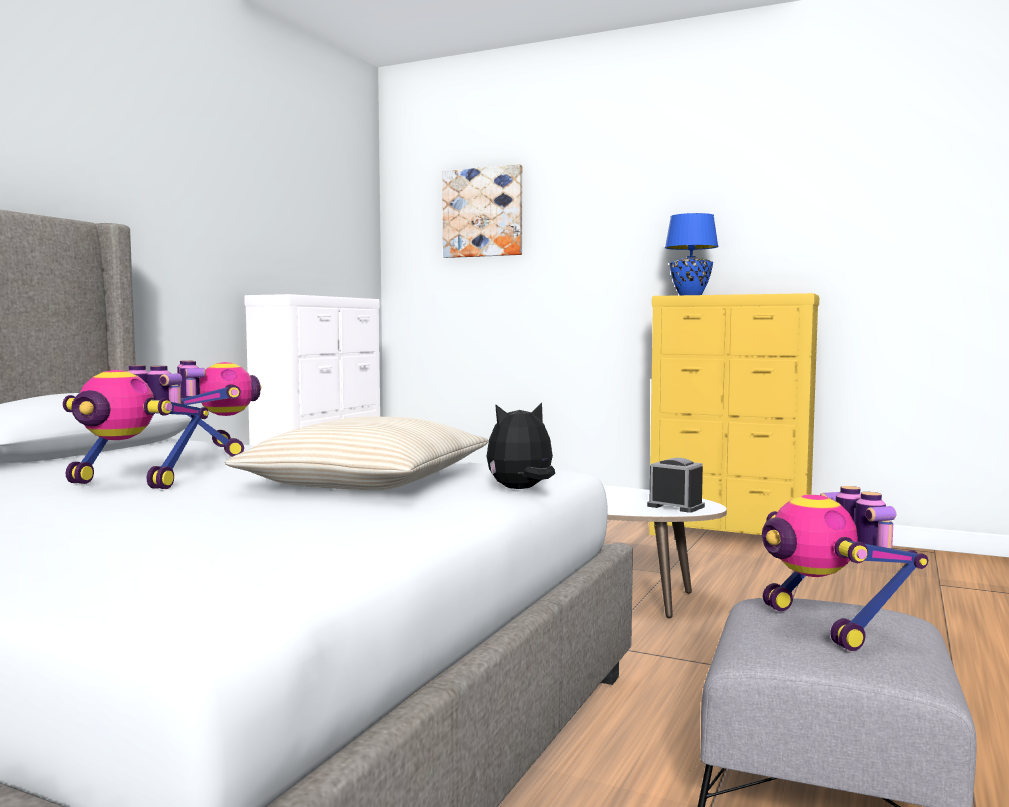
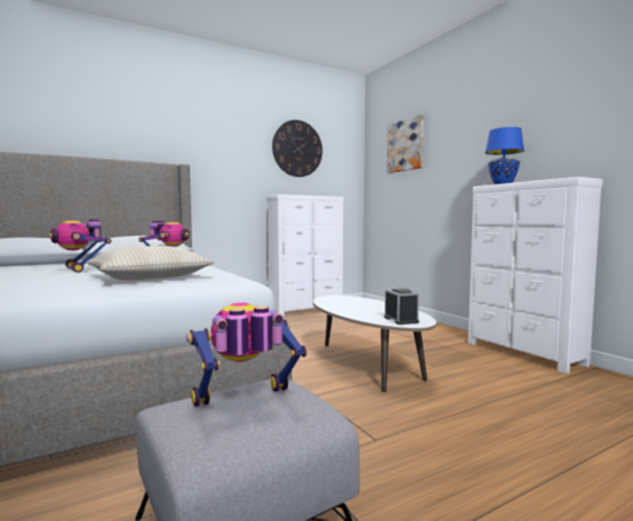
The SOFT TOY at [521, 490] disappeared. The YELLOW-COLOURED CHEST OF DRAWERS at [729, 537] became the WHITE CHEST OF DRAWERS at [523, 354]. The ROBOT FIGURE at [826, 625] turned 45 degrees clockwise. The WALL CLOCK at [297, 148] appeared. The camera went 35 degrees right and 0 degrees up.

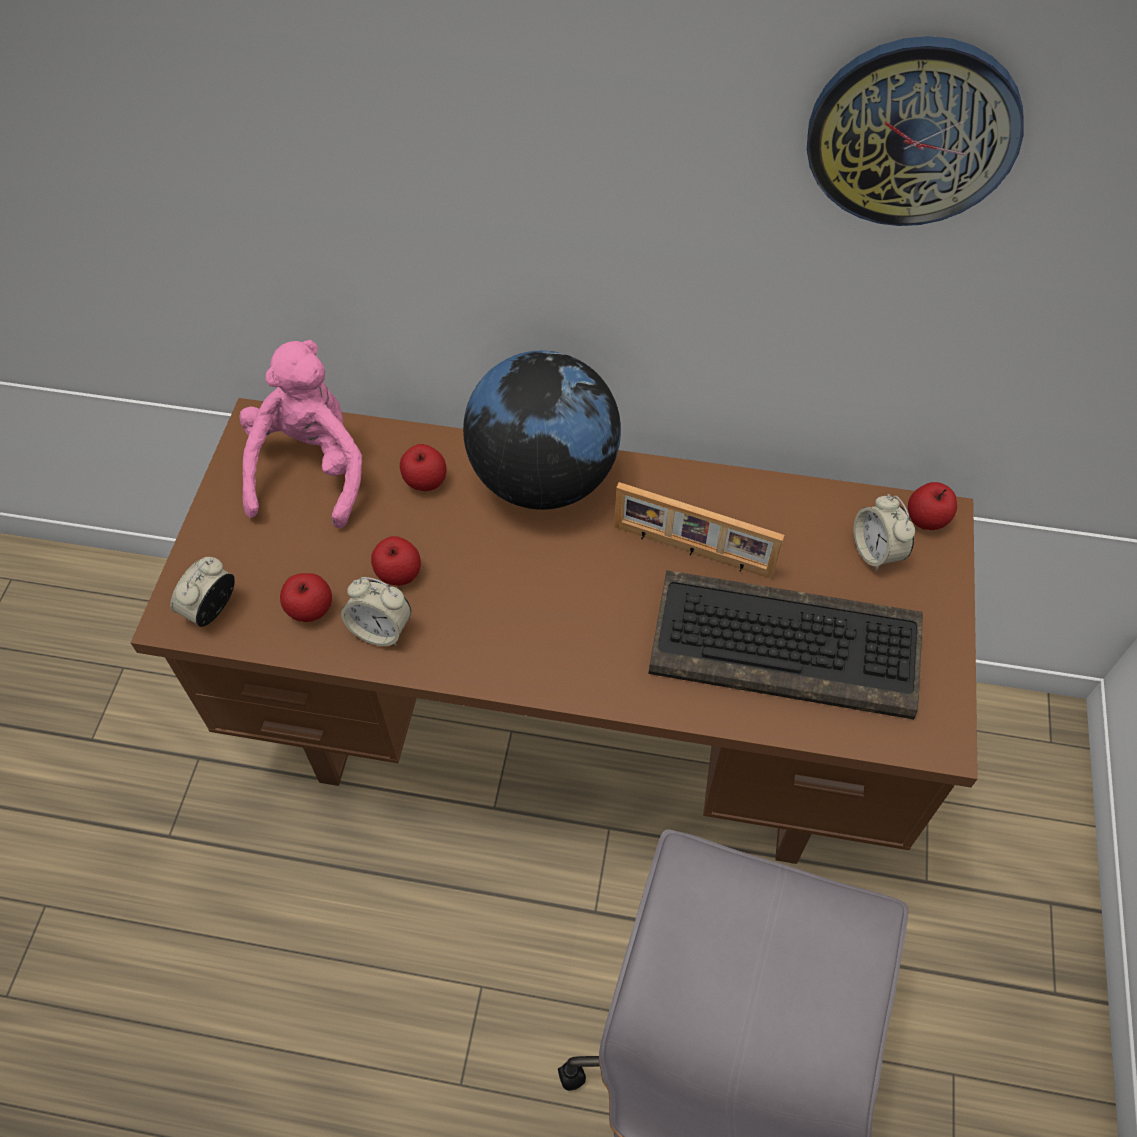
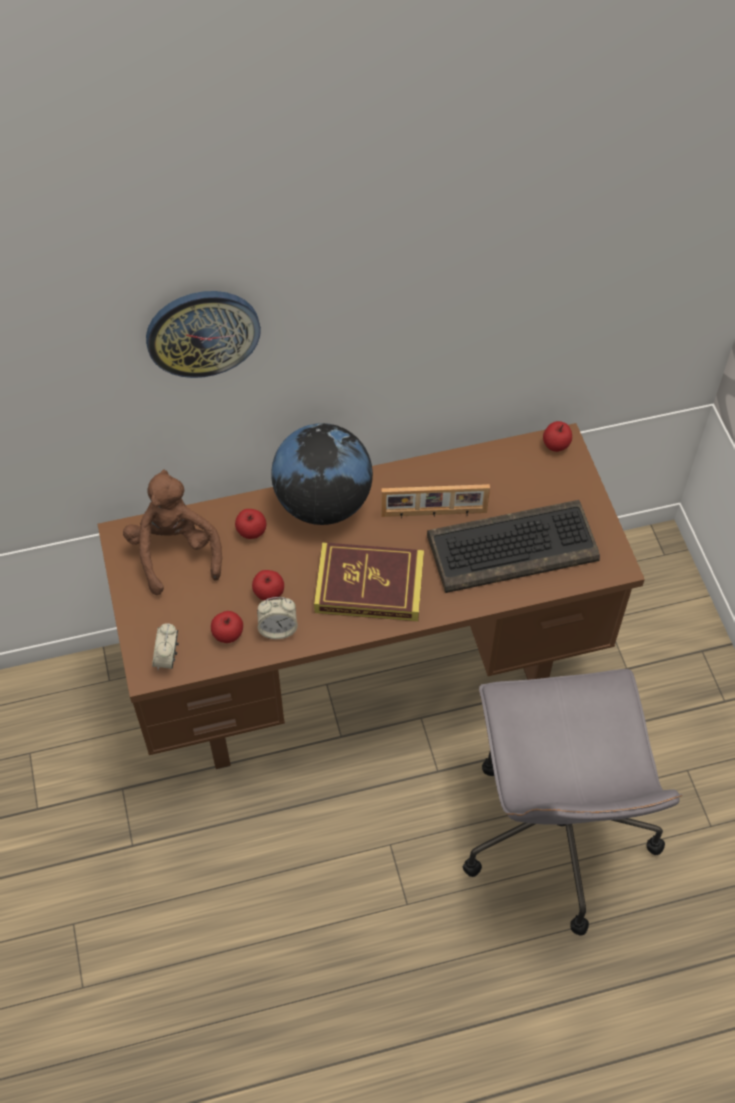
The PINKISH SOFT TOY at [310, 470] became the BROWN-COLOURED SOFT TOY at [175, 552]. The WALL CLOCK moved from [912, 132] to [202, 332]. The ALARM CLOCK at [876, 551] disappeared. The VOLUME at [369, 586] appeared. The camera went 25 degrees left and 0 degrees up.

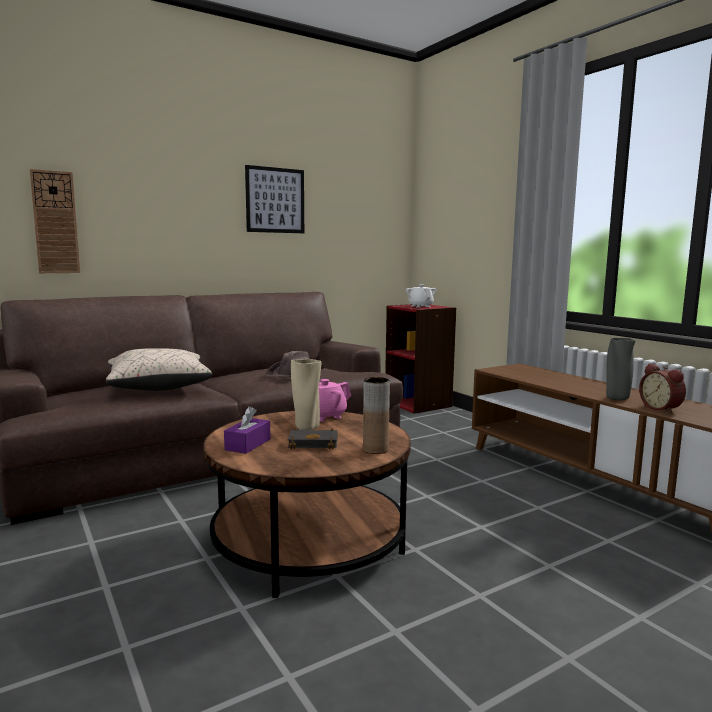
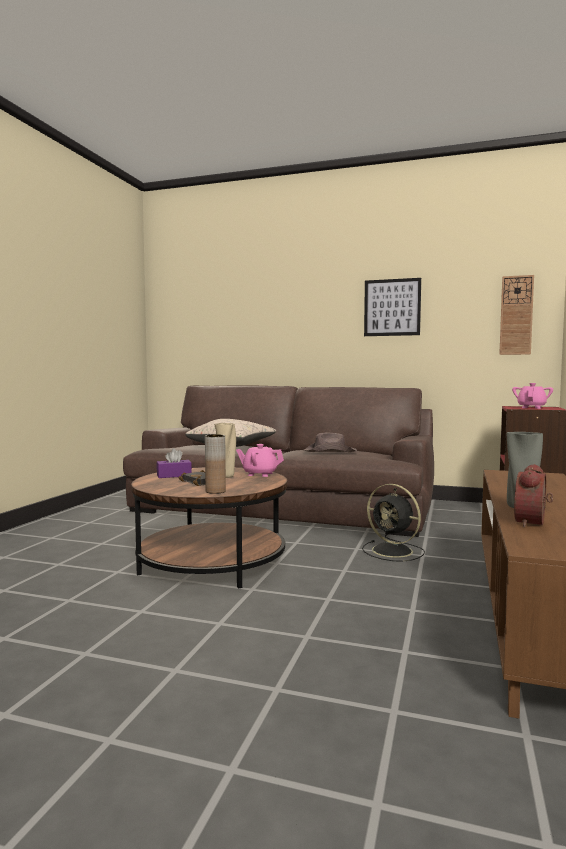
The WALL CLOCK moved from [55, 222] to [516, 315]. The WHITE TEA POT at [420, 306] became the PINKISH TEA POT at [531, 408]. The BLACKISH COOLING FAN at [394, 551] appeared. The camera went 50 degrees right and 5 degrees down.

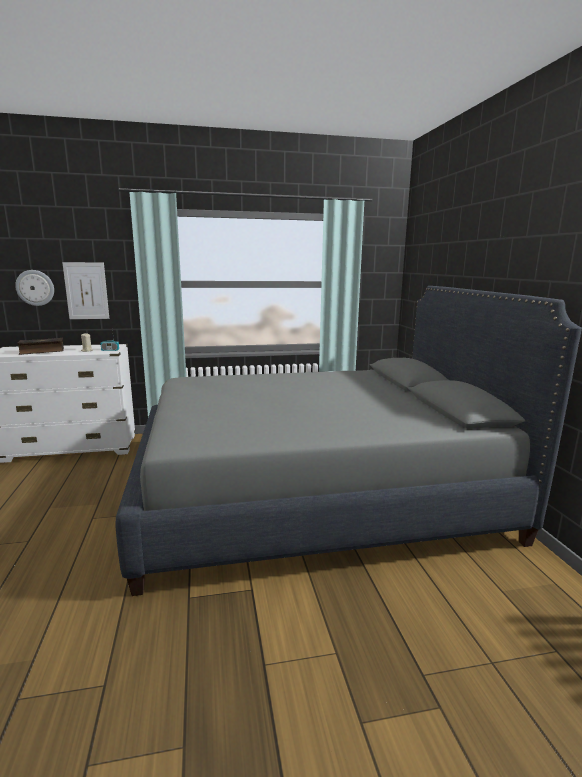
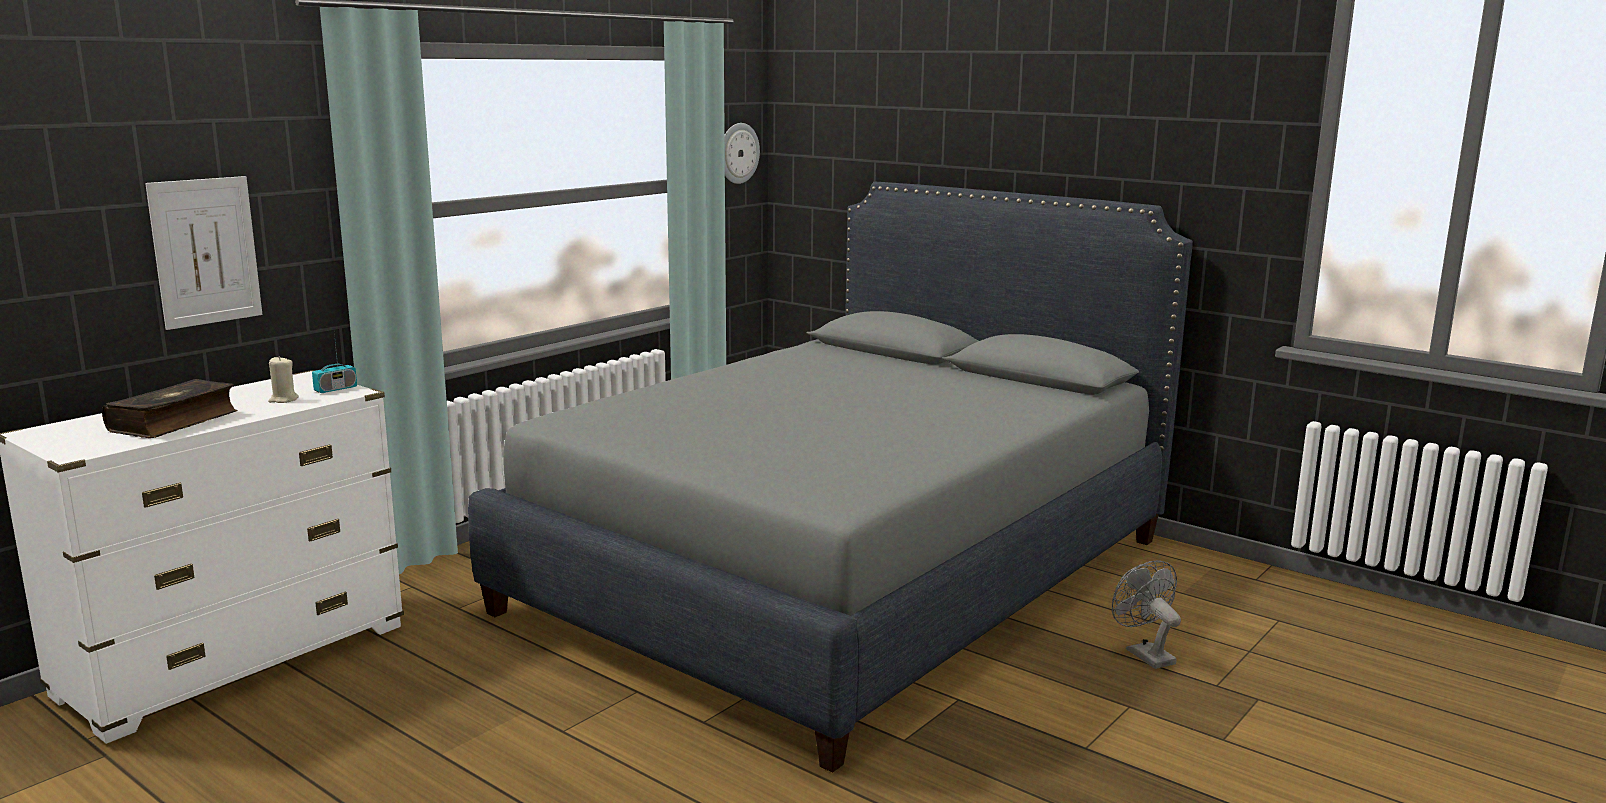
The WALL CLOCK moved from [35, 288] to [738, 153]. The GREYISH COOLING FAN at [1144, 654] appeared. The camera went 40 degrees left and 0 degrees up.

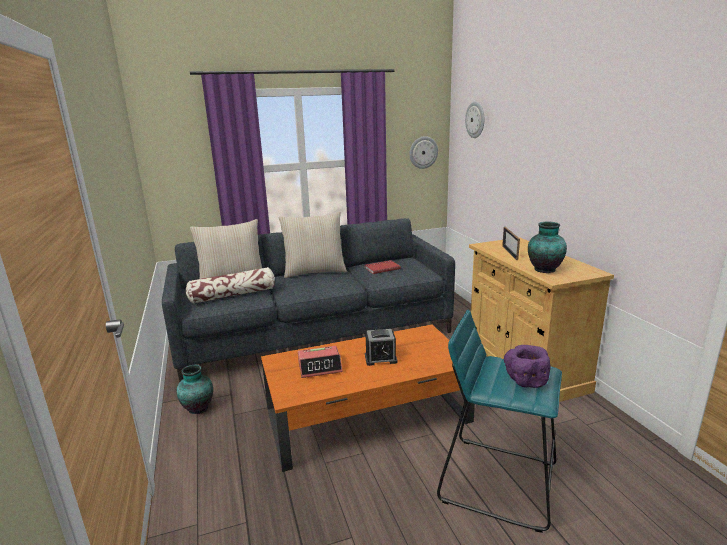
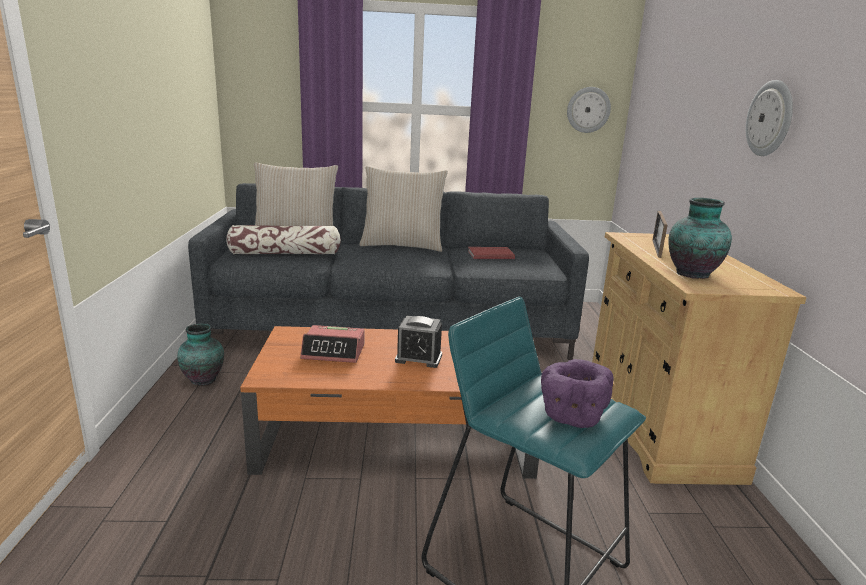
The WALL CLOCK moved from [475, 120] to [770, 118]. The camera went 15 degrees right and 0 degrees up.

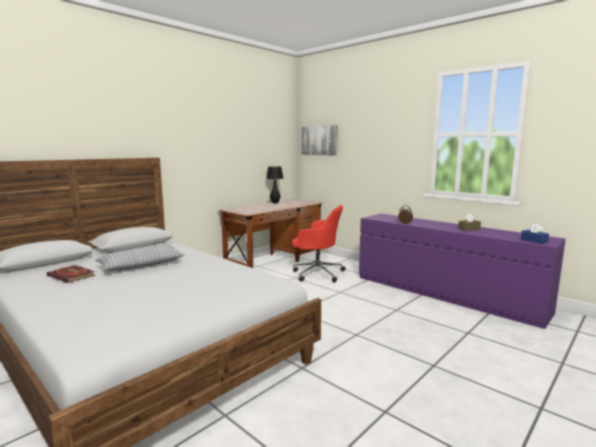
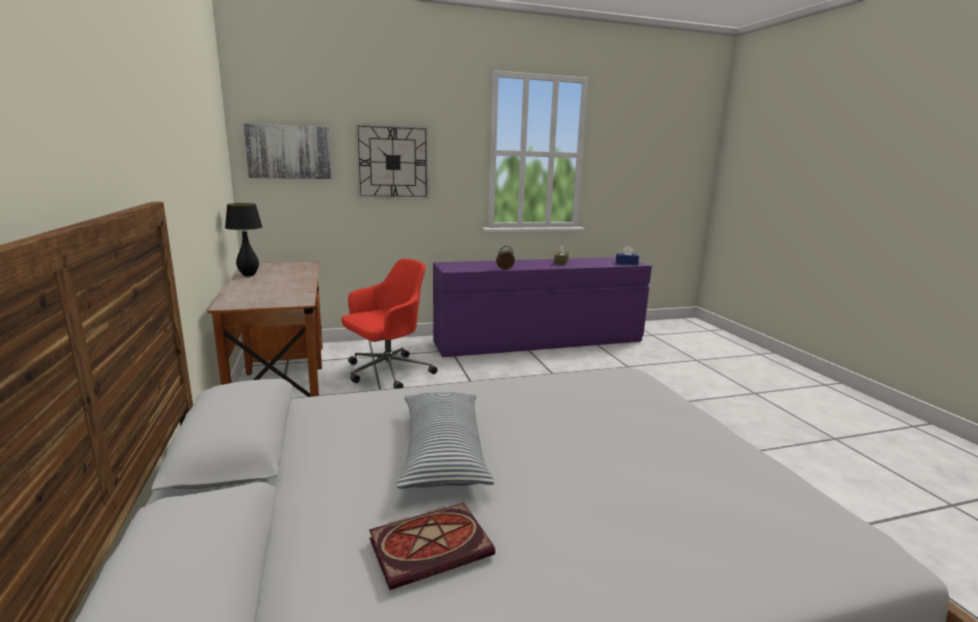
The WALL CLOCK at [393, 162] appeared. The camera went 60 degrees left and 5 degrees up.

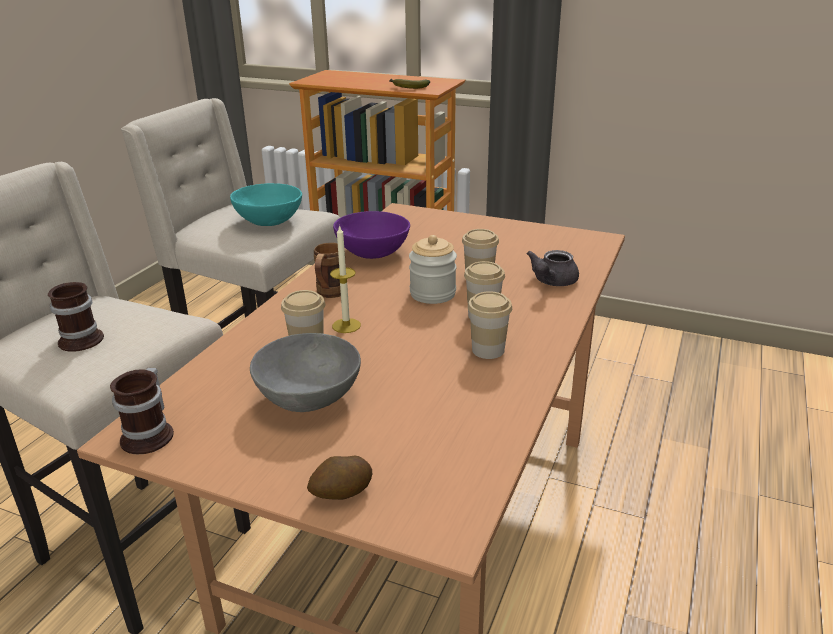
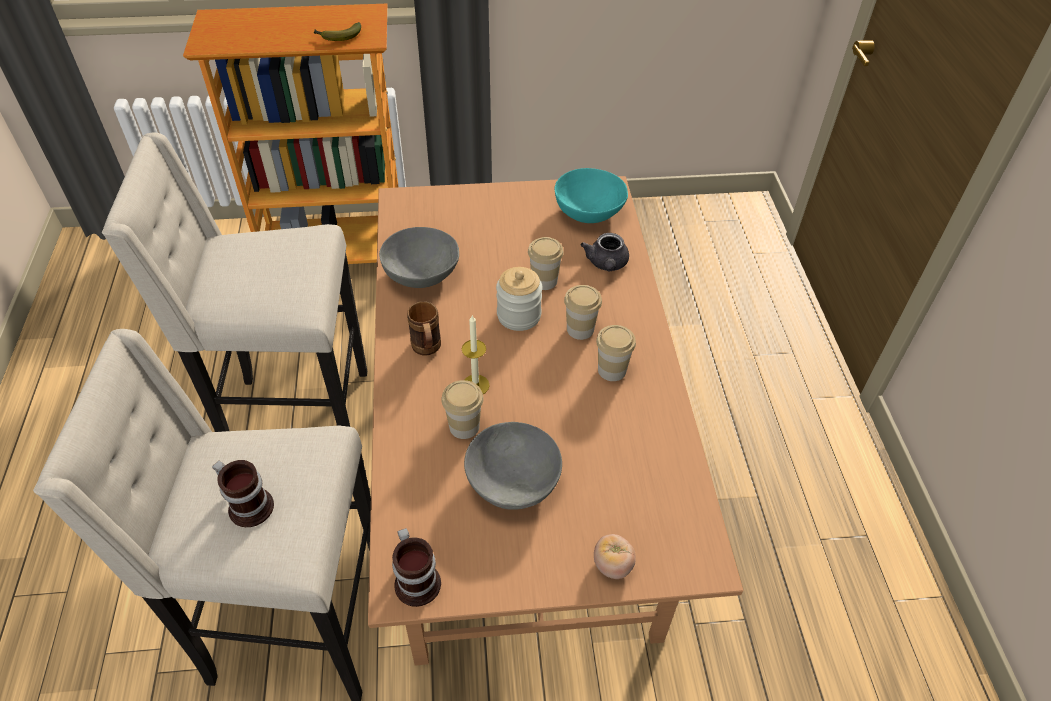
The TURQUOISE SERVING BOWL moved from [269, 221] to [588, 213]. The SPUD at [341, 493] was replaced by the FRESH TOMATO at [612, 565]. The PURPLE-COLOURED SERVING BOWL at [373, 253] became the GREYISH SERVING BOWL at [421, 275]. The camera went 30 degrees left and 20 degrees up.

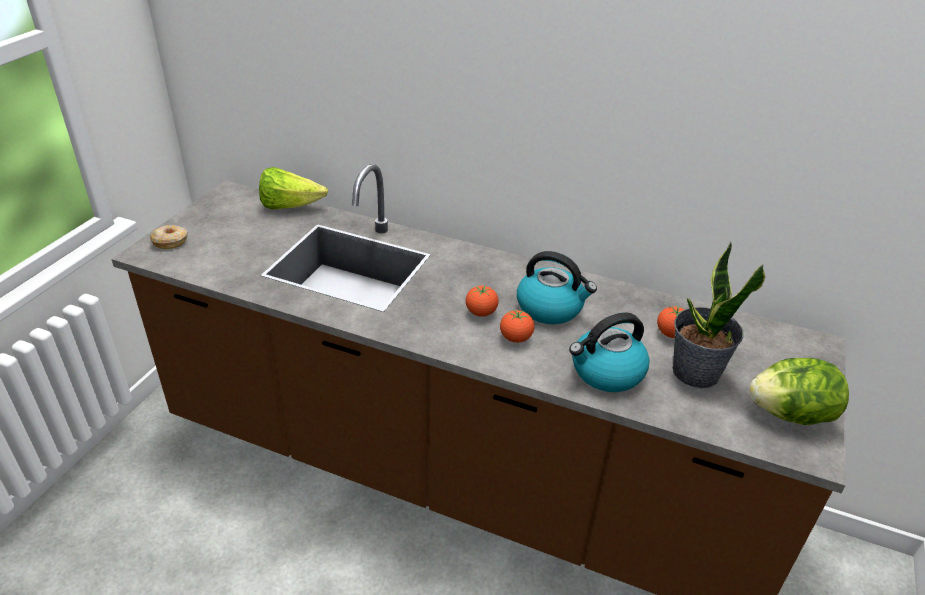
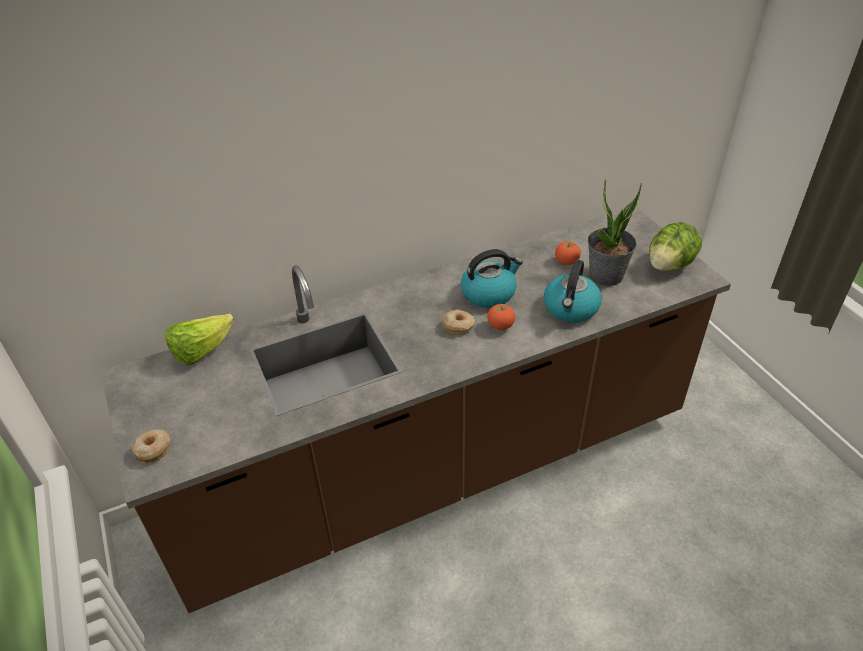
The FRESH TOMATO at [481, 312] was replaced by the RING DOUGHNUT at [458, 326]. The camera went 45 degrees left and 5 degrees up.

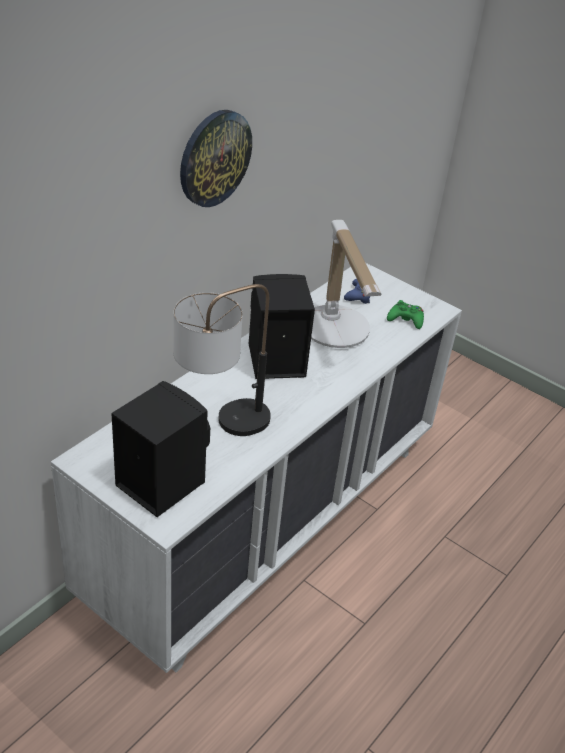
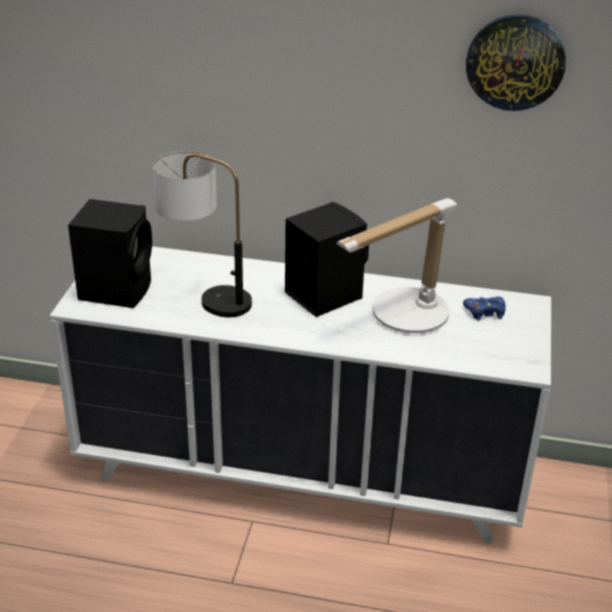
The WALL CLOCK moved from [214, 158] to [515, 62]. The GREEN GAMEPAD at [405, 319] disappeared. The camera went 65 degrees right and 5 degrees down.

